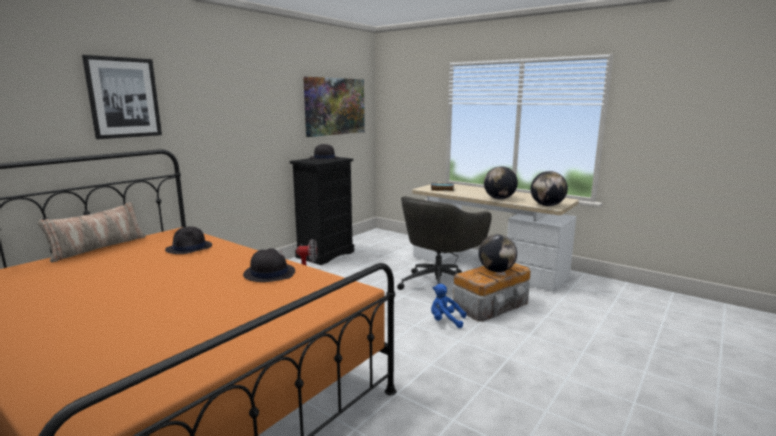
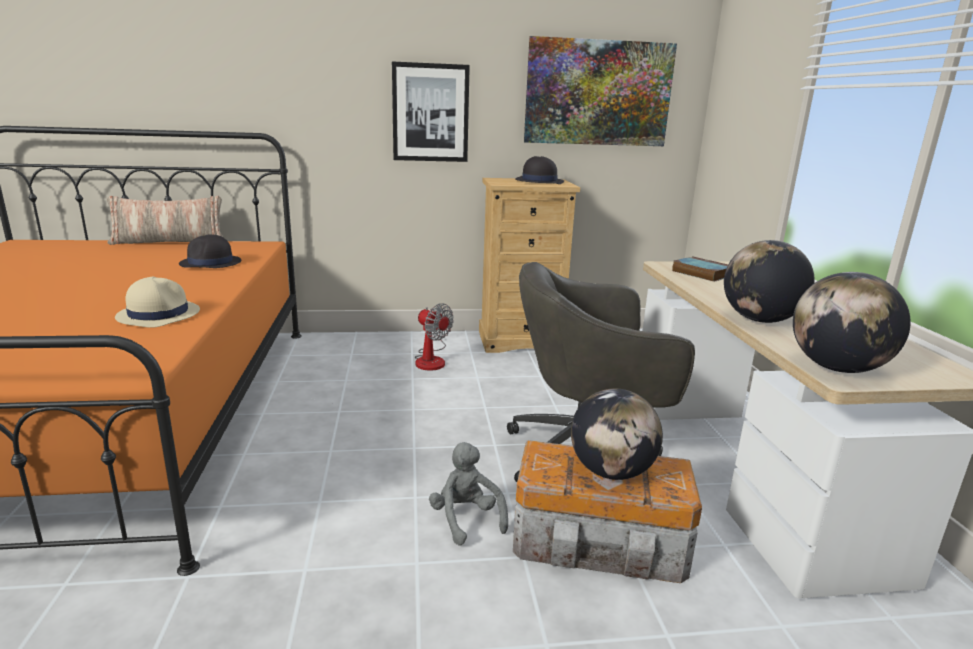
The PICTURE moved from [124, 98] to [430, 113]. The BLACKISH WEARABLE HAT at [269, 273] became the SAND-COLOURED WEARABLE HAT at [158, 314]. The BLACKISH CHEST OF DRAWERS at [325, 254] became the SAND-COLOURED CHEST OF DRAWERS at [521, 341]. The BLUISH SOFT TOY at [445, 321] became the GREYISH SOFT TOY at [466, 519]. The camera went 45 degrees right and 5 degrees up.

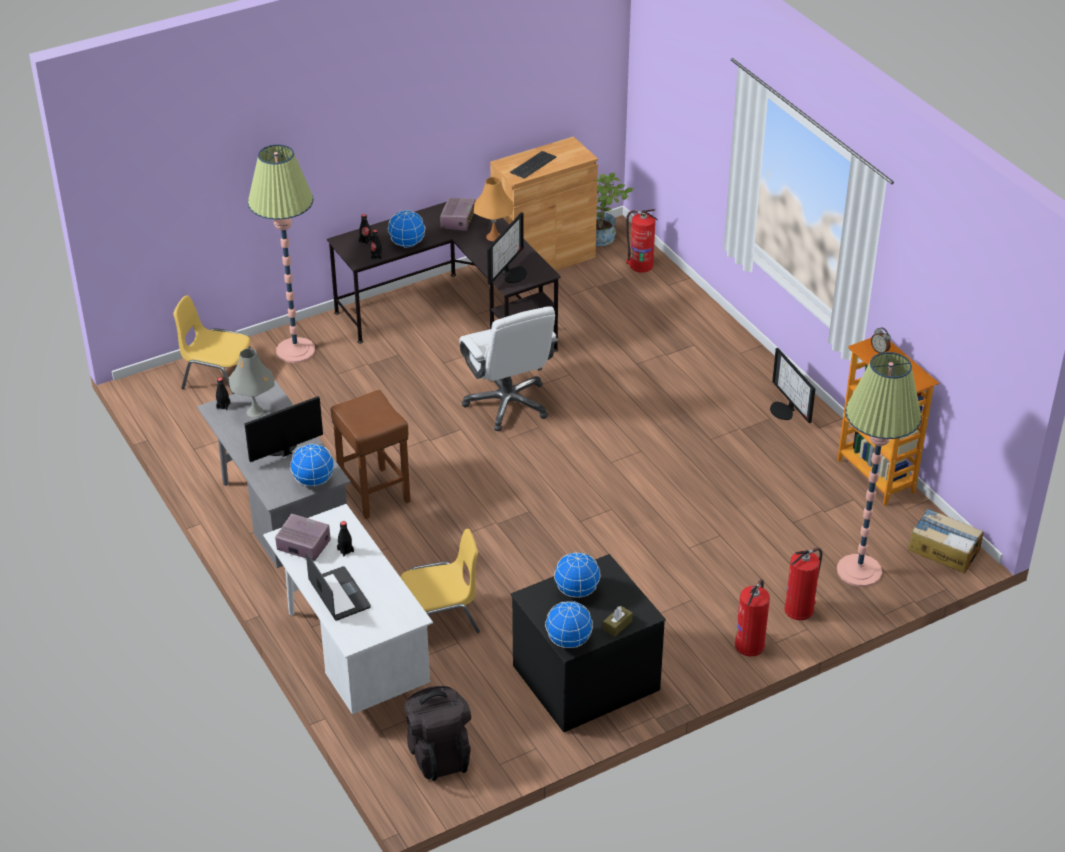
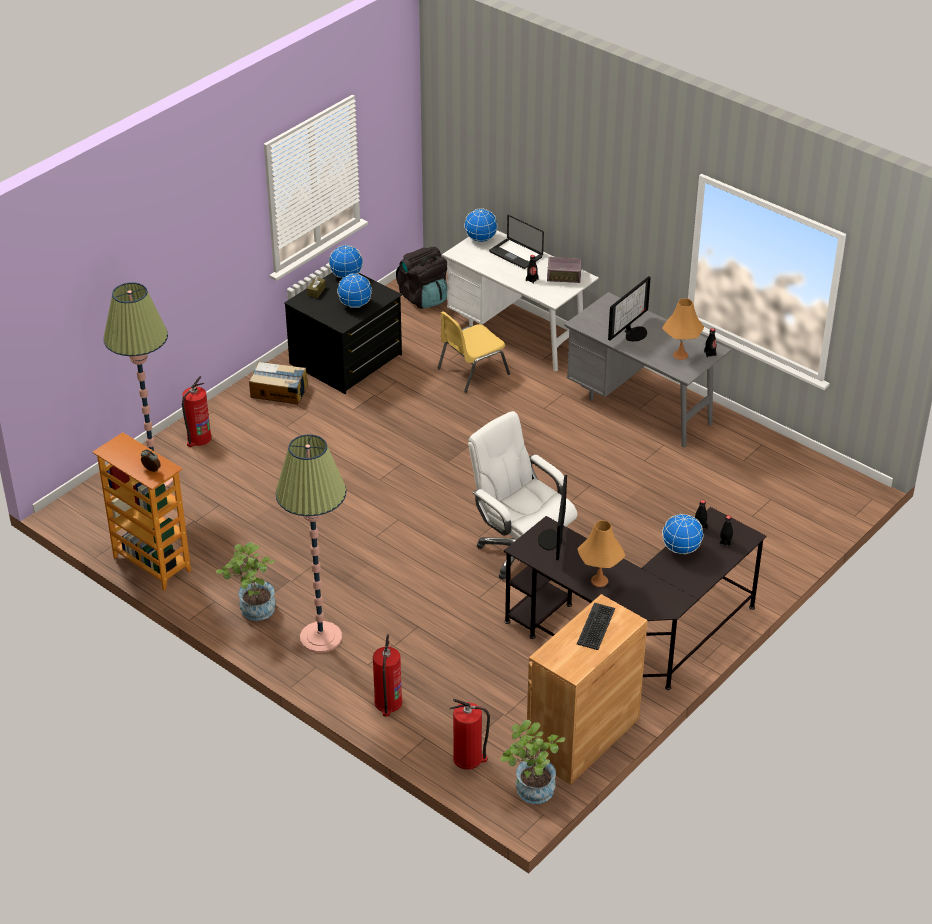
The YELLOW-COLOURED CHAIR at [218, 377] disappeared. The GREYISH LAMP FOR A TABLE at [255, 412] became the ORANGE LAMP FOR A TABLE at [680, 355]. The STANDING LAMP moved from [295, 351] to [321, 637]. The GLOBE moved from [314, 481] to [480, 239]. The BROWN-COLOURED STOOL at [375, 493] disappeared. The RADIO RECEIVER at [458, 221] disappeared. The EXTINGUISHER moved from [750, 645] to [388, 703]. The COMPUTER SCREEN at [784, 410] was replaced by the HOUSEPLANT at [252, 611]. The CARTON moved from [943, 549] to [279, 391]. The camera went 160 degrees right and 0 degrees up.

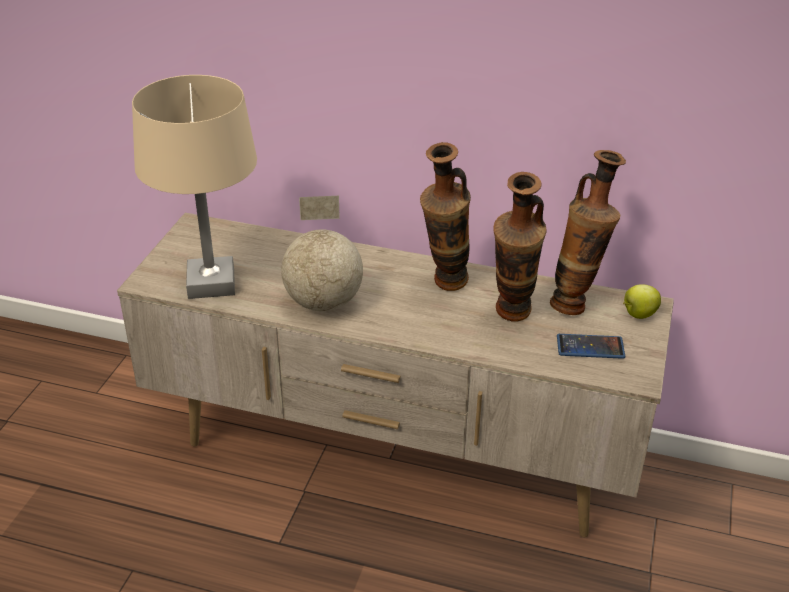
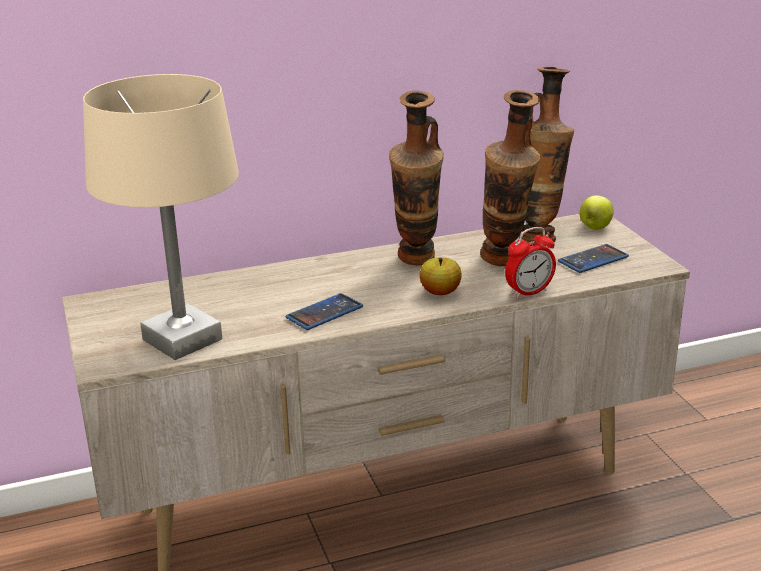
The GLOBE at [324, 303] was replaced by the HANDSET at [324, 313]. The APPLE FRUIT at [440, 292] appeared. The ALARM CLOCK at [529, 292] appeared. The camera went 35 degrees left and 10 degrees down.

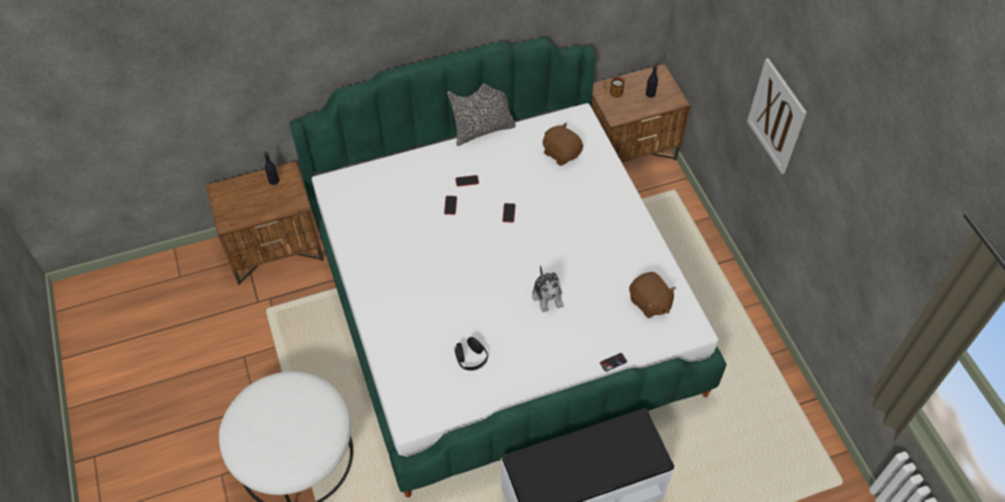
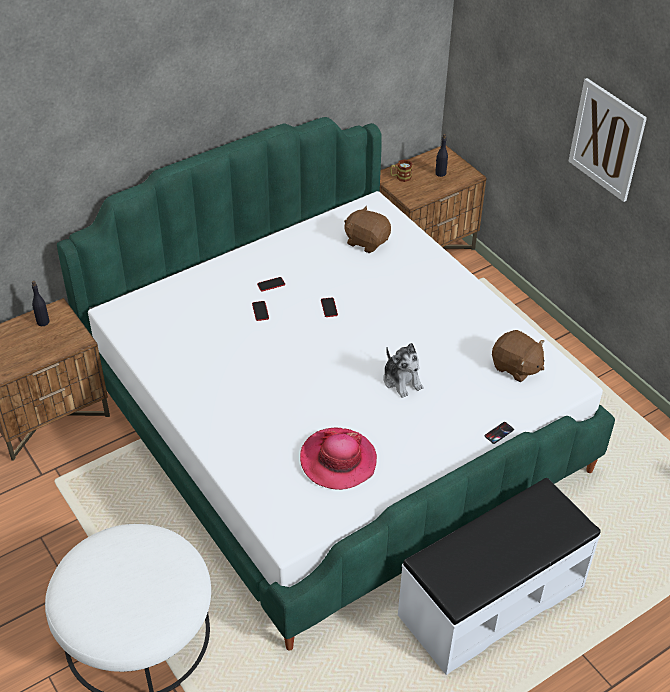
The PILLOW at [482, 130] disappeared. The BLACKISH HEADPHONES at [471, 359] was replaced by the WEARABLE HAT at [338, 461]. The camera went 15 degrees left and 10 degrees down.

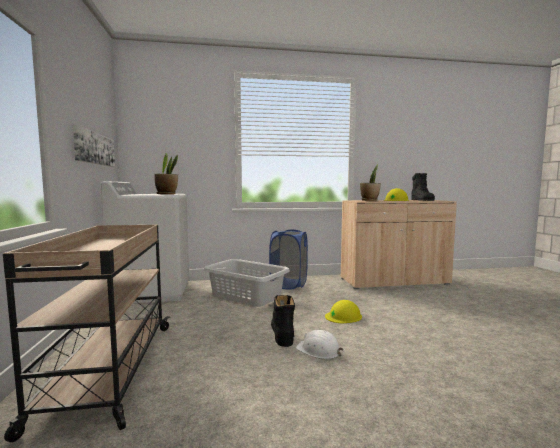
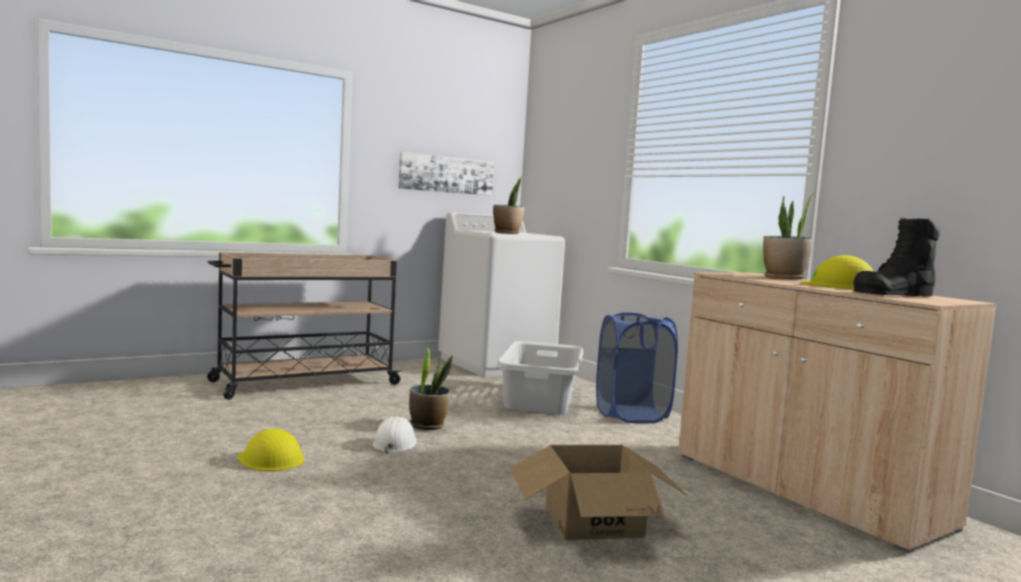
The BLACKISH BOOT at [282, 334] was replaced by the HOUSEPLANT at [428, 425]. The YELLOW-COLOURED SAFETY HELMET moved from [343, 316] to [271, 459]. The CARTON at [593, 520] appeared. The camera went 65 degrees right and 0 degrees up.

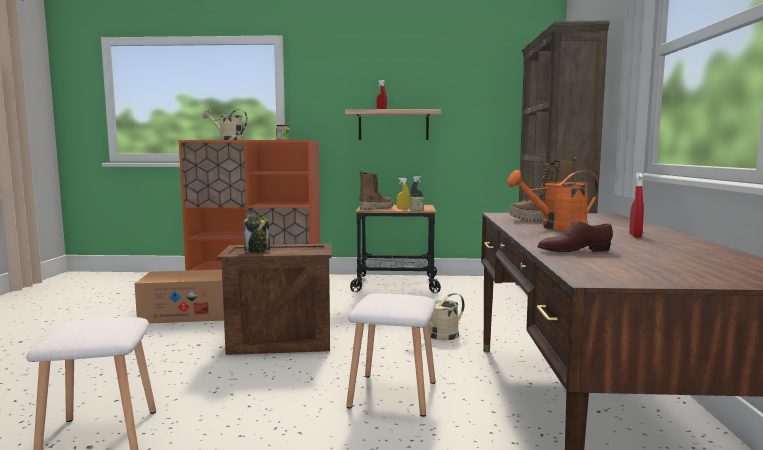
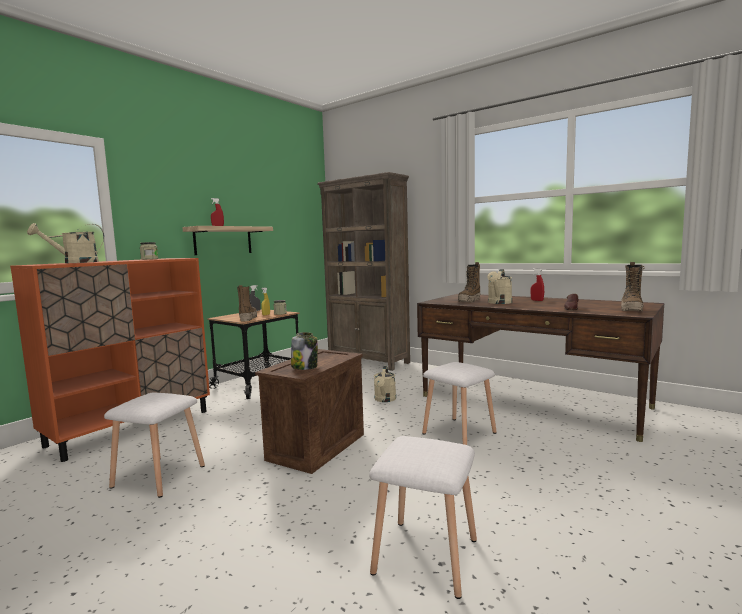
The CARTON at [188, 314] was replaced by the WHITE STOOL at [159, 475]. The ORANGE WATERING POT at [556, 228] became the SAND-COLOURED WATERING POT at [499, 303]. The BOOT at [631, 310] appeared. The camera went 55 degrees left and 0 degrees up.

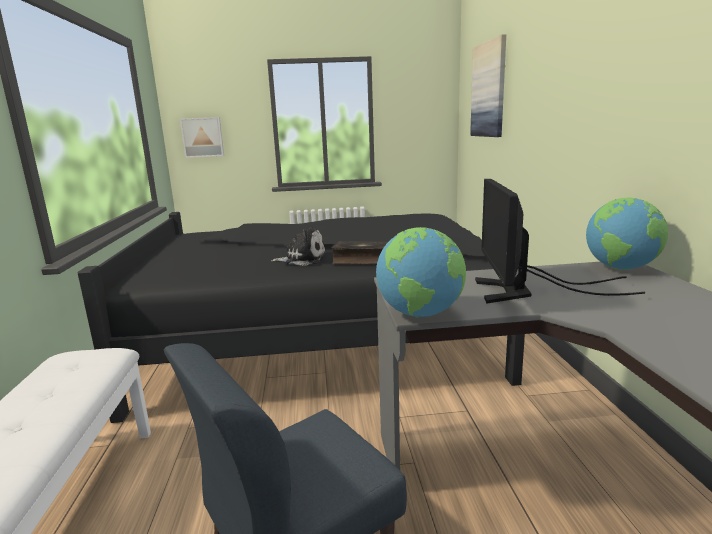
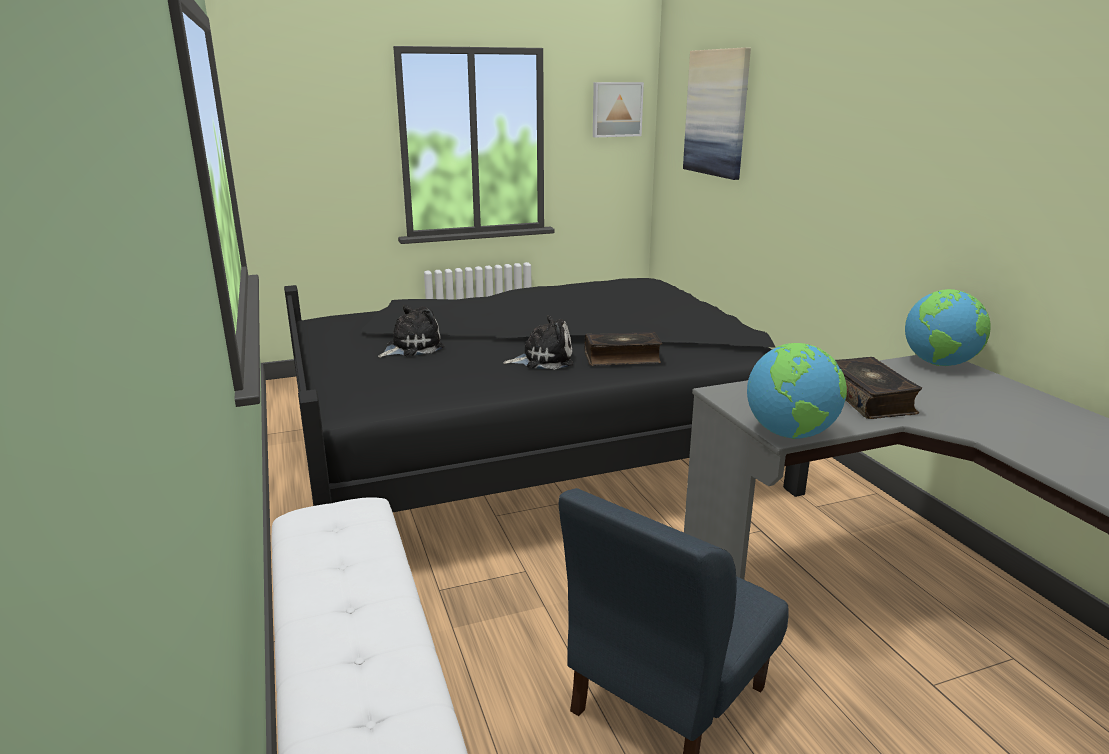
The PICTURE moved from [202, 137] to [616, 109]. The COMPUTER SCREEN at [524, 291] was replaced by the VOLUME at [868, 398]. The SOFT TOY at [411, 347] appeared. The camera went 15 degrees left and 5 degrees up.

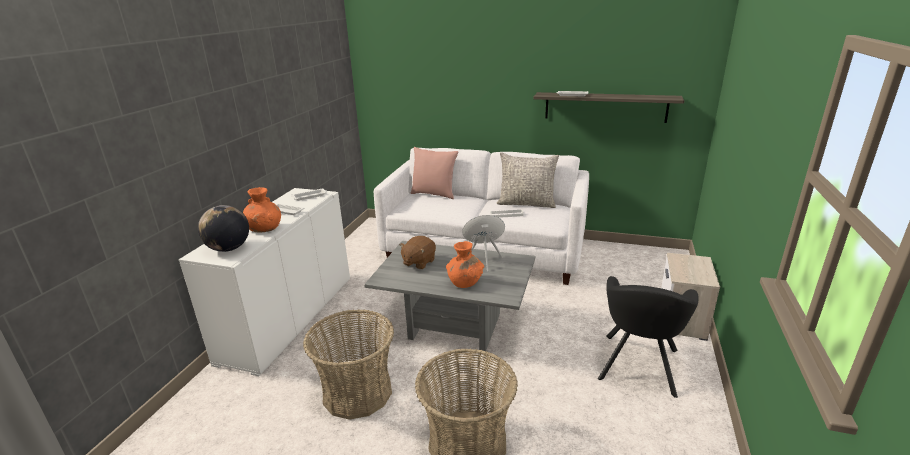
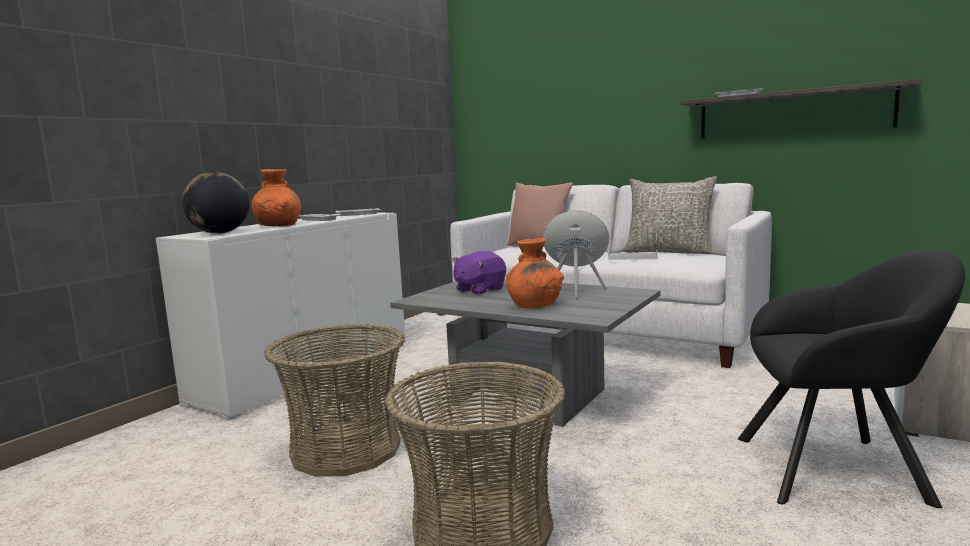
The BROWN-COLOURED SOFT TOY at [418, 262] became the PURPLE-COLOURED SOFT TOY at [479, 290]. The BLACKISH LOUNGE CHAIR at [638, 367] turned 120 degrees counterclockwise. The camera went 15 degrees right and 15 degrees down.

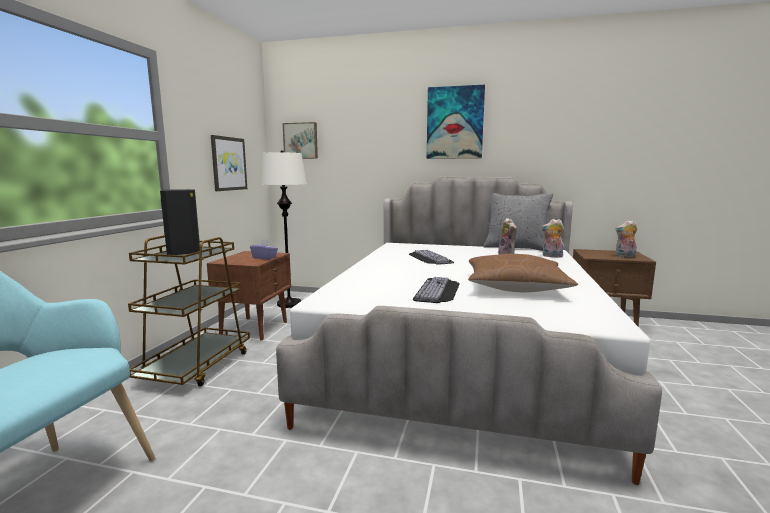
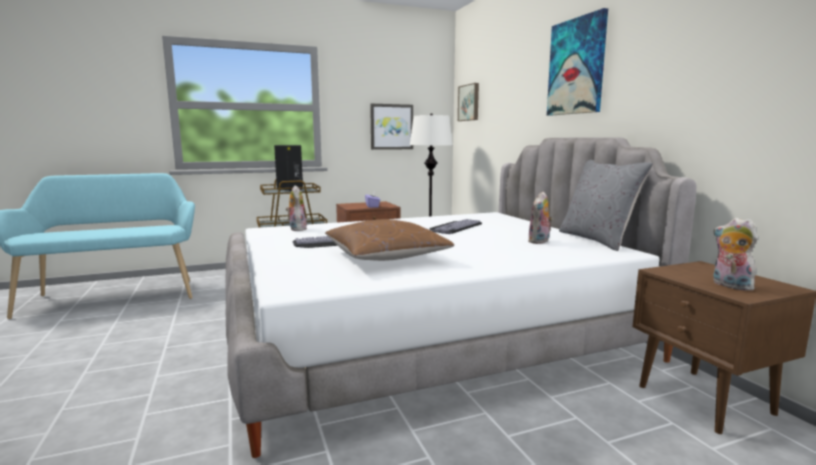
The SOFT TOY moved from [552, 256] to [296, 229]. The camera went 55 degrees right and 0 degrees up.

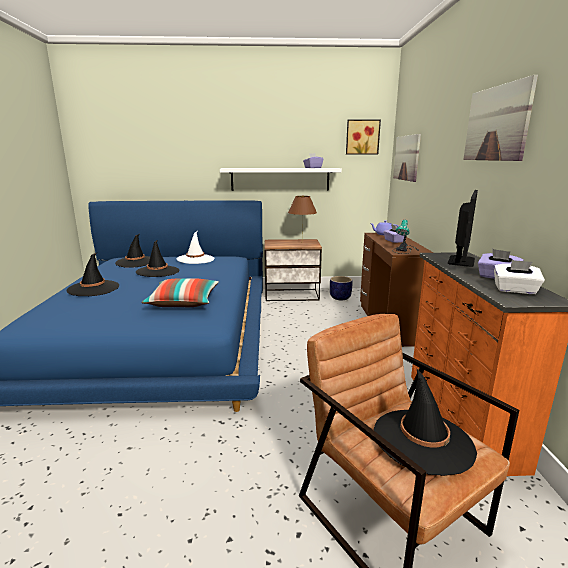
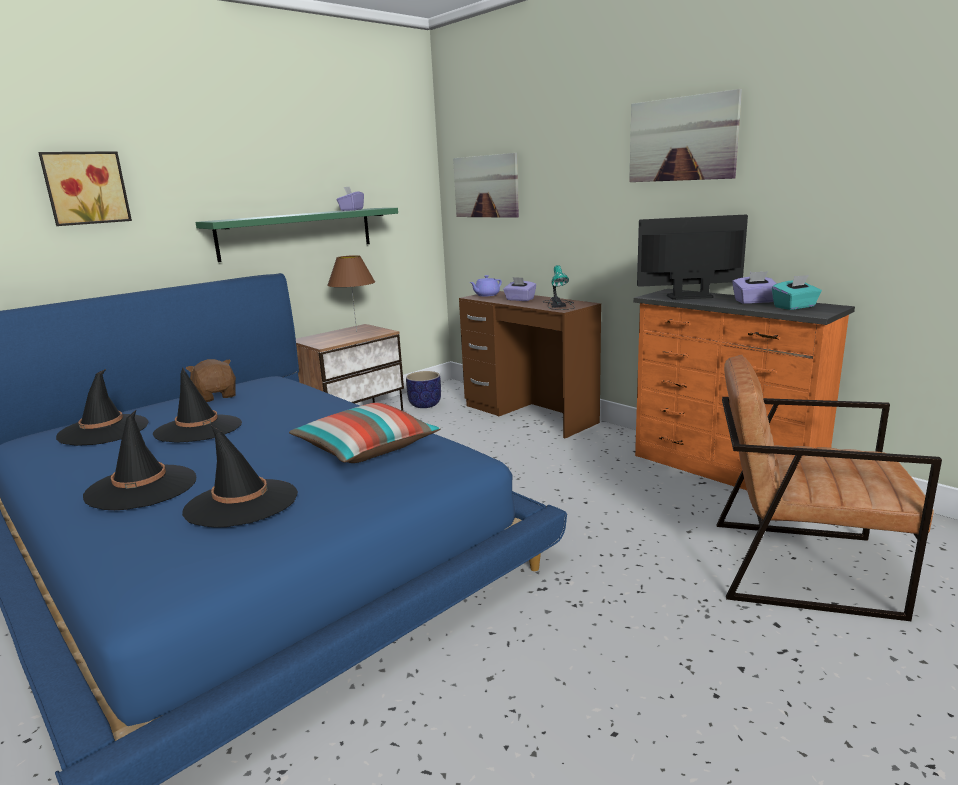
The WHITE WEARABLE HAT at [195, 259] was replaced by the BROWN-COLOURED SOFT TOY at [216, 396]. The WHITE WALL SHELF at [280, 179] became the GREEN WALL SHELF at [297, 233]. The PICTURE moved from [362, 137] to [85, 188]. The BLACKISH WEARABLE HAT moved from [423, 440] to [242, 503]. The COMPUTER SCREEN at [461, 261] turned 75 degrees counterclockwise. The WHITE BOX OF TISSUES at [515, 290] became the TURQUOISE BOX OF TISSUES at [795, 307]. The camera went 40 degrees left and 0 degrees up.

